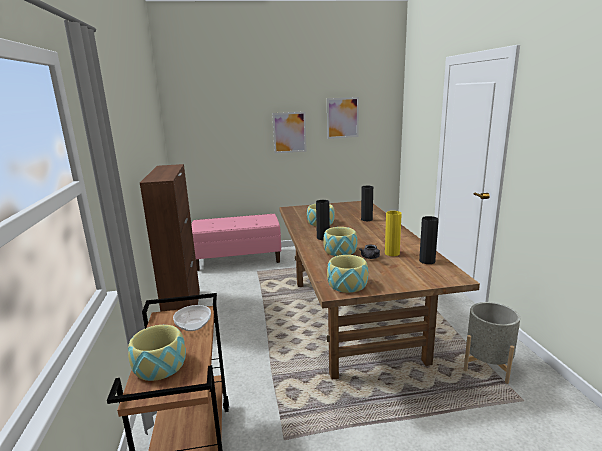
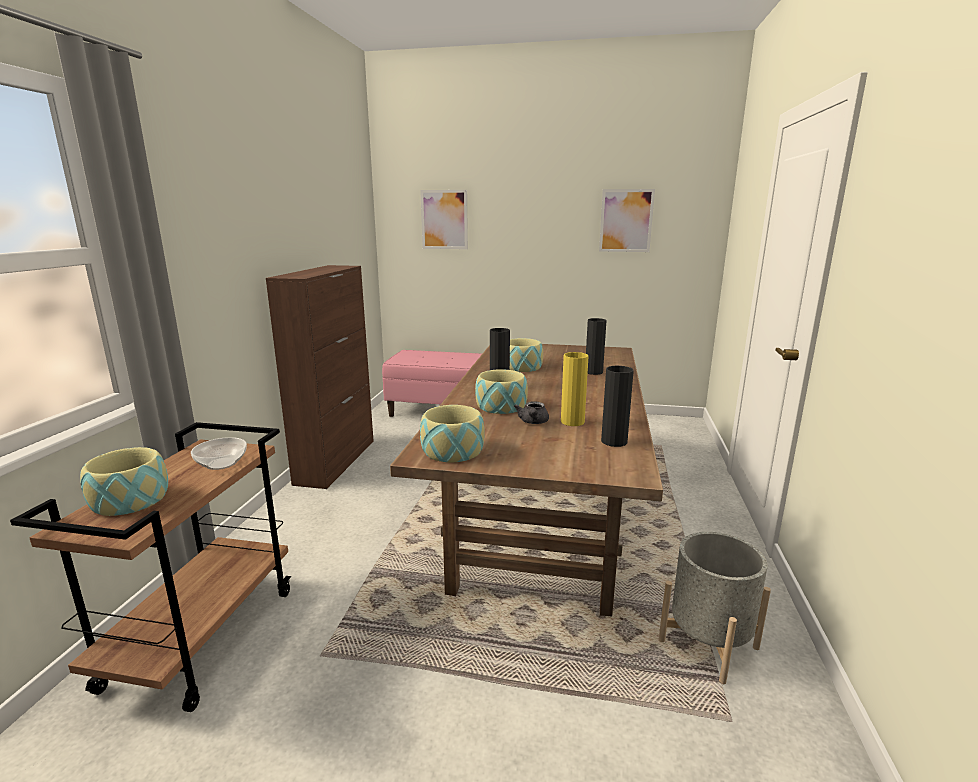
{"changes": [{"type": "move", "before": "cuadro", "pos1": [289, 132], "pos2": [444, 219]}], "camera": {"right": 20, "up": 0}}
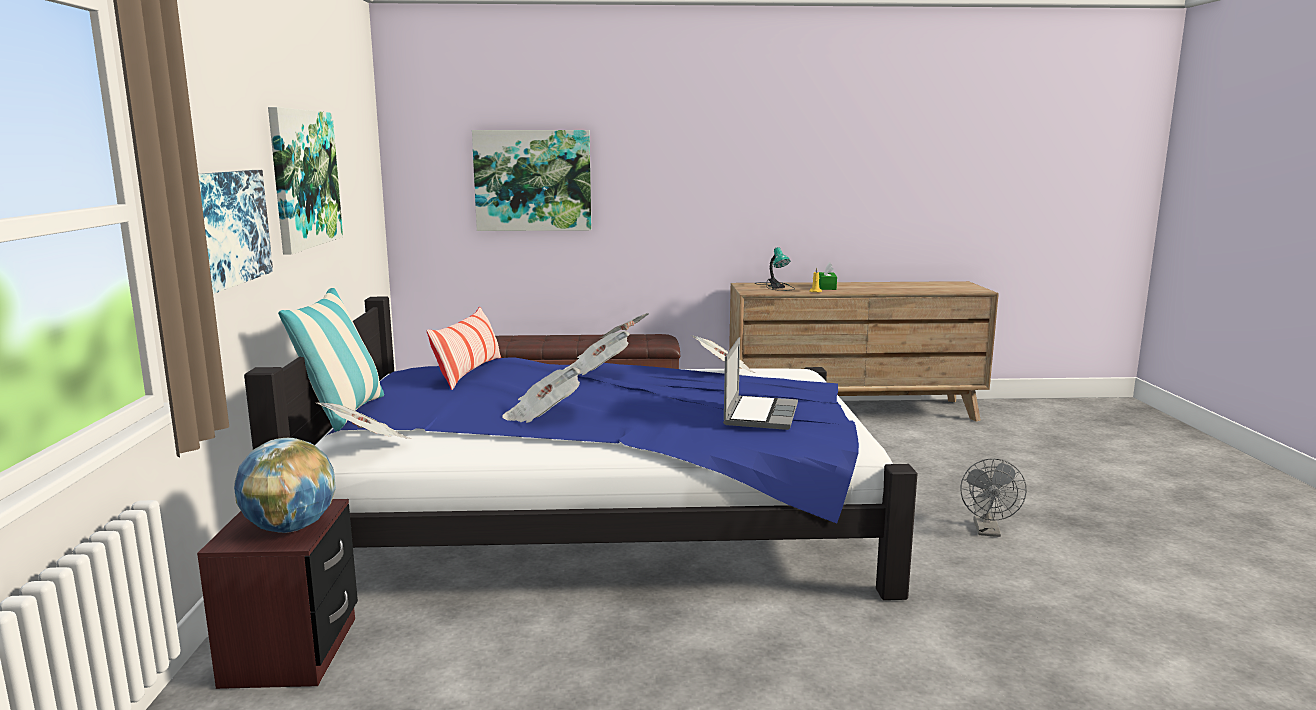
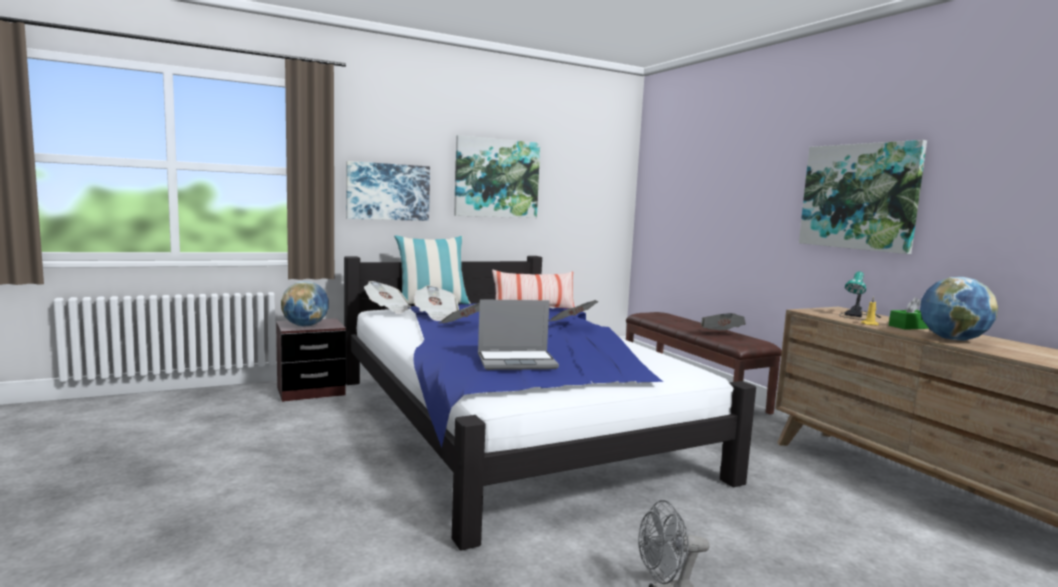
{"changes": [{"type": "move", "before": "cuadro", "pos1": [533, 180], "pos2": [859, 196]}, {"type": "move", "before": "periódico", "pos1": [723, 371], "pos2": [436, 316]}, {"type": "insert", "after": "globo terráqueo", "pos2": [952, 340]}], "camera": {"right": 65, "up": -5}}
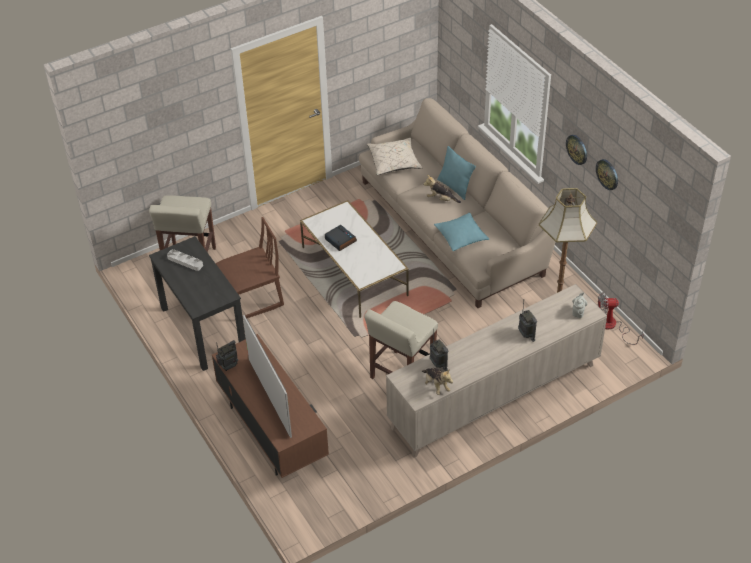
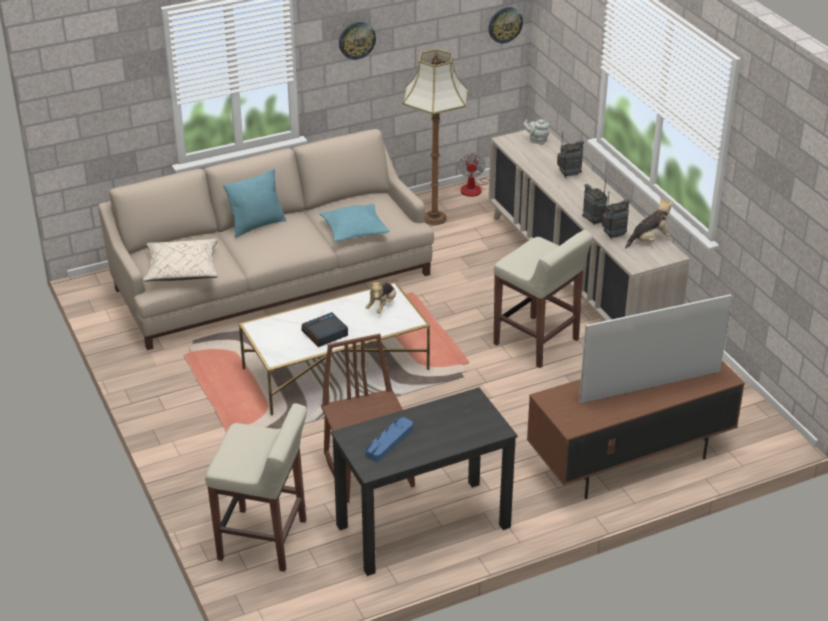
{"changes": [{"type": "recolor", "before": "bandeja (gris)", "after": "bandeja (azul)", "pos1": [185, 261], "pos2": [389, 442]}, {"type": "move", "before": "radio", "pos1": [229, 366], "pos2": [593, 221]}, {"type": "move", "before": "peluche", "pos1": [441, 199], "pos2": [382, 306]}, {"type": "move", "before": "reloj de pared", "pos1": [607, 174], "pos2": [505, 24]}], "camera": {"right": -85, "up": -10}}
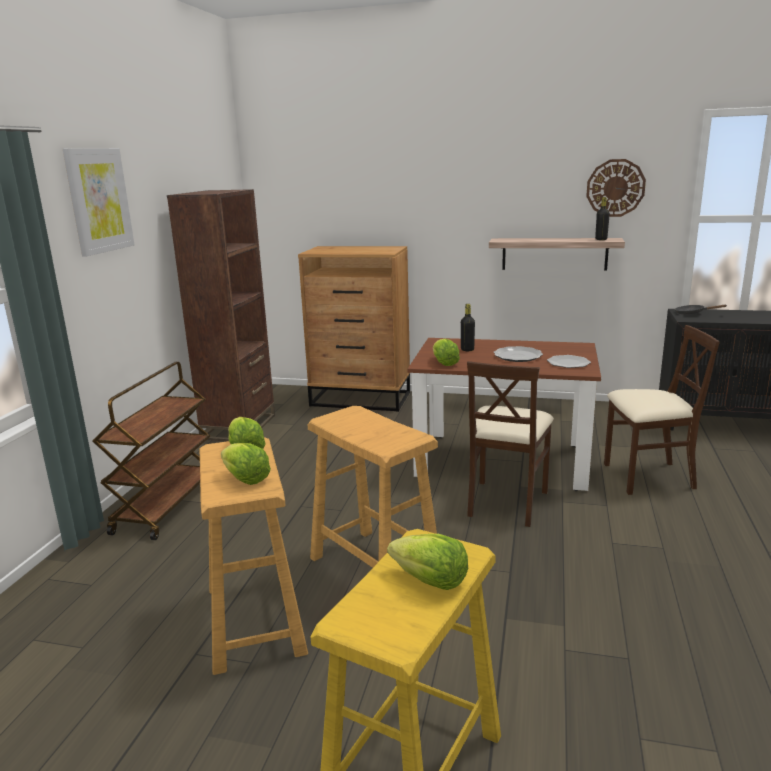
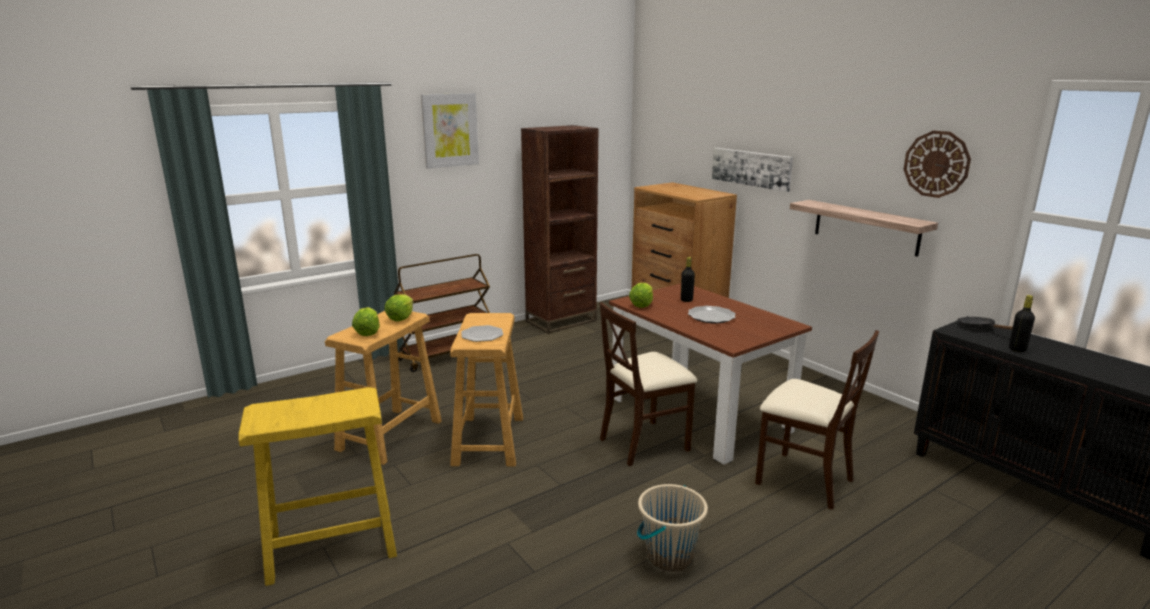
{"changes": [{"type": "delete", "before": "lechuga", "pos1": [430, 581]}, {"type": "move", "before": "plato", "pos1": [568, 363], "pos2": [482, 335]}, {"type": "move", "before": "botella (negro)", "pos1": [601, 239], "pos2": [1017, 349]}, {"type": "insert", "after": "cubo (beis)", "pos2": [669, 556]}, {"type": "insert", "after": "cuadro", "pos2": [751, 168]}], "camera": {"right": 40, "up": 0}}
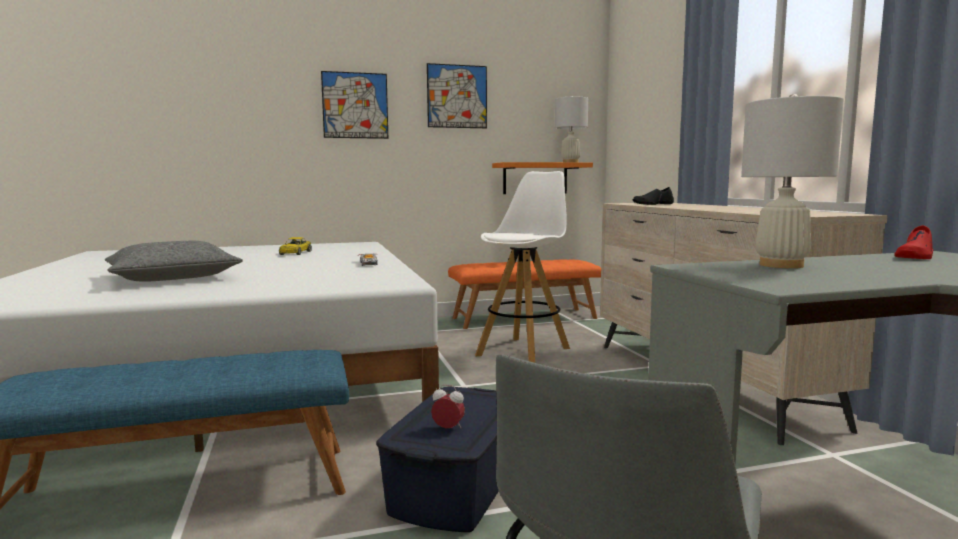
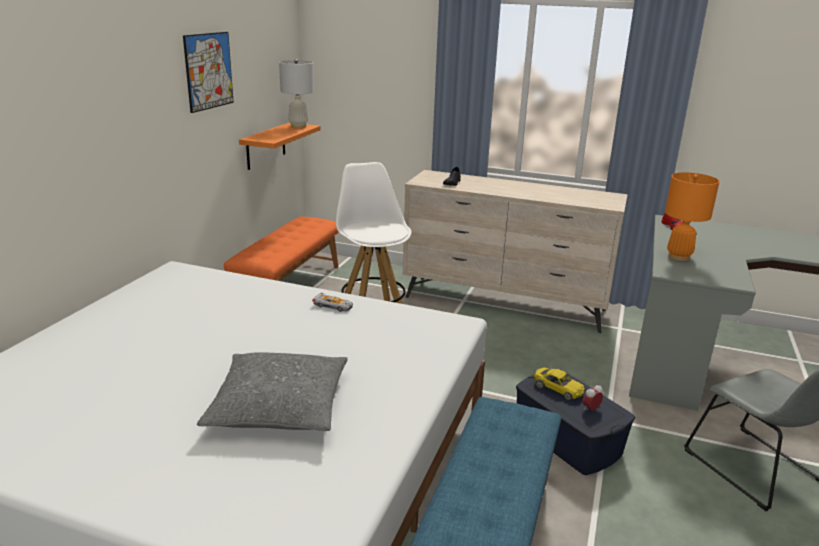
{"changes": [{"type": "move", "before": "coche de juguete (amarillo)", "pos1": [296, 253], "pos2": [558, 388]}, {"type": "delete", "before": "cuadro", "pos1": [355, 105]}, {"type": "recolor", "before": "lámpara de mesa (blanco)", "after": "lámpara de mesa (naranja)", "pos1": [781, 265], "pos2": [678, 257]}], "camera": {"right": -55, "up": 15}}
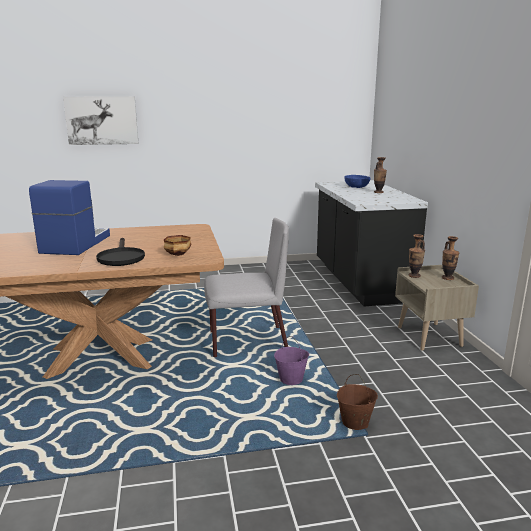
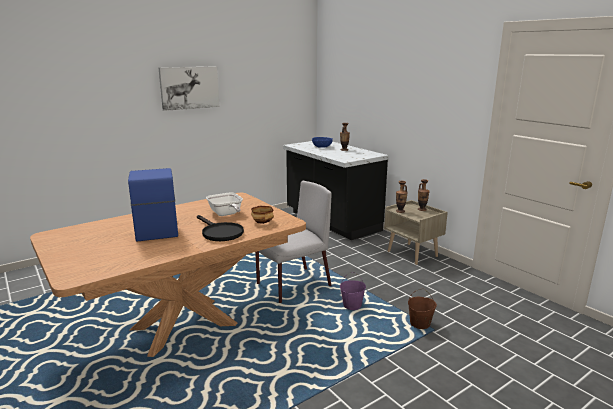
{"changes": [{"type": "move", "before": "cuadro", "pos1": [102, 120], "pos2": [189, 87]}, {"type": "insert", "after": "sartén", "pos2": [226, 214]}], "camera": {"right": -25, "up": 0}}
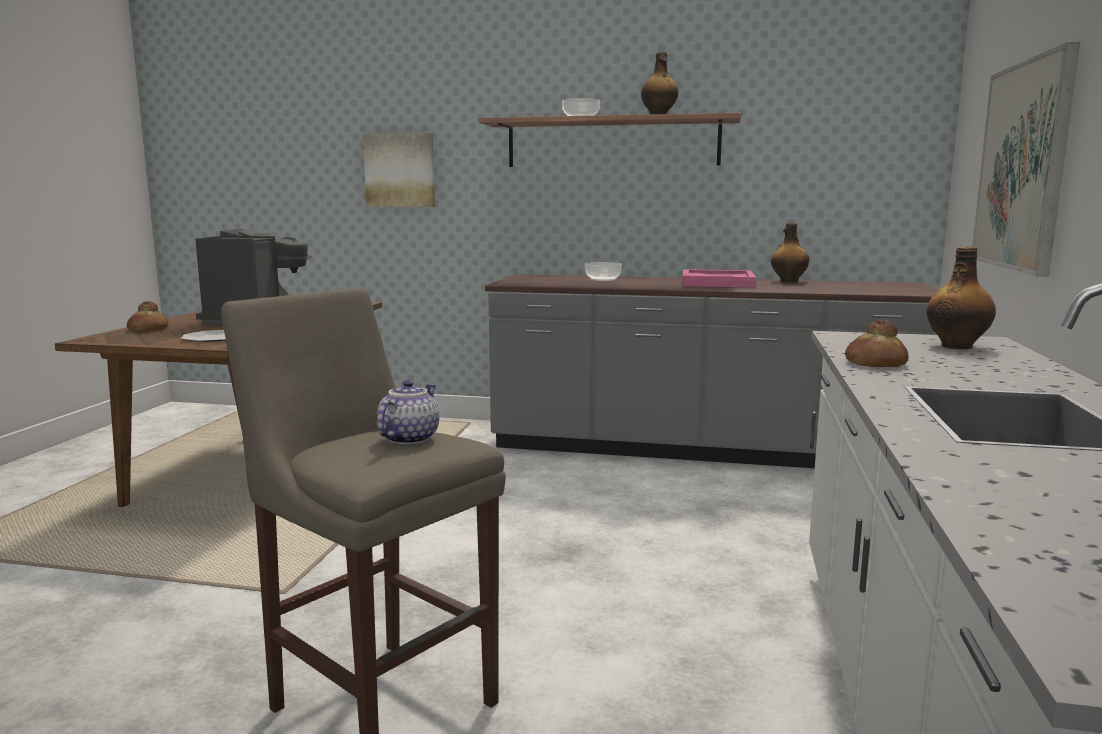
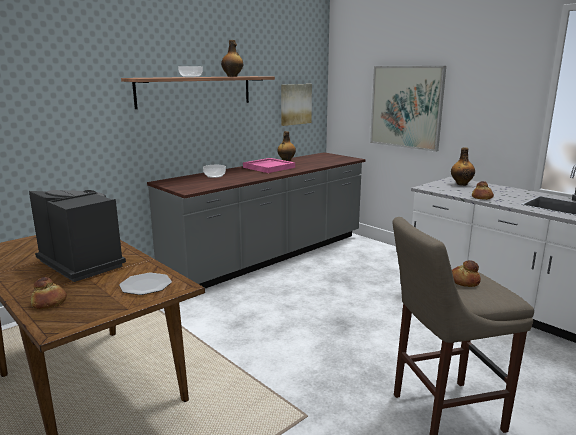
{"changes": [{"type": "move", "before": "cuadro", "pos1": [400, 170], "pos2": [295, 104]}, {"type": "replace", "before": "tetera", "after": "pan", "pos1": [408, 438], "pos2": [464, 281]}], "camera": {"right": -55, "up": 5}}
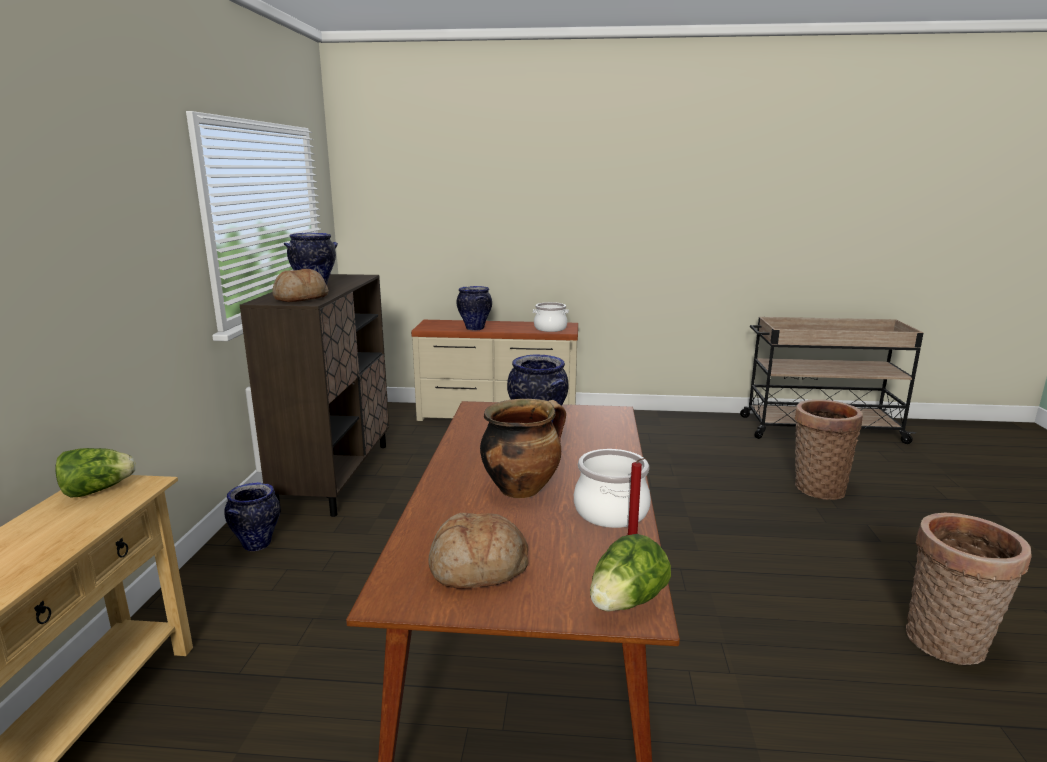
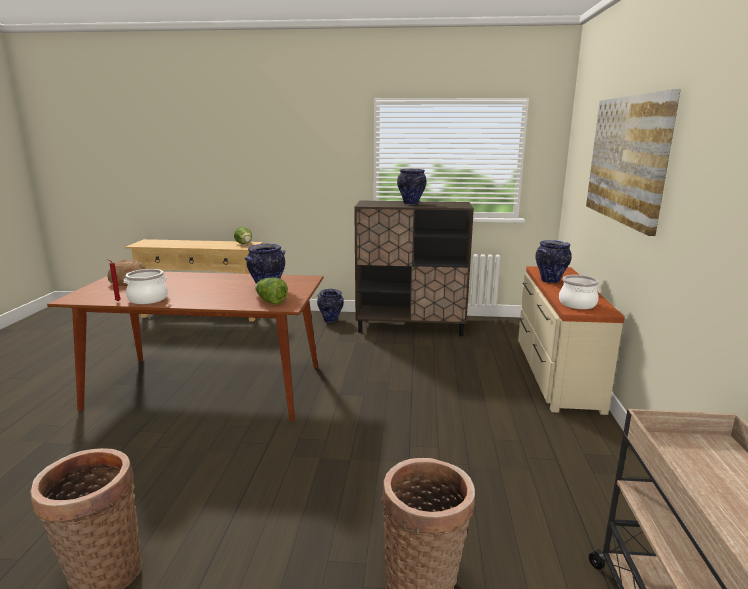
{"changes": [{"type": "delete", "before": "pan", "pos1": [301, 298]}, {"type": "delete", "before": "olla", "pos1": [522, 488]}, {"type": "move", "before": "lechuga", "pos1": [626, 603], "pos2": [271, 301]}, {"type": "insert", "after": "cuadro", "pos2": [627, 159]}], "camera": {"right": 90, "up": 0}}
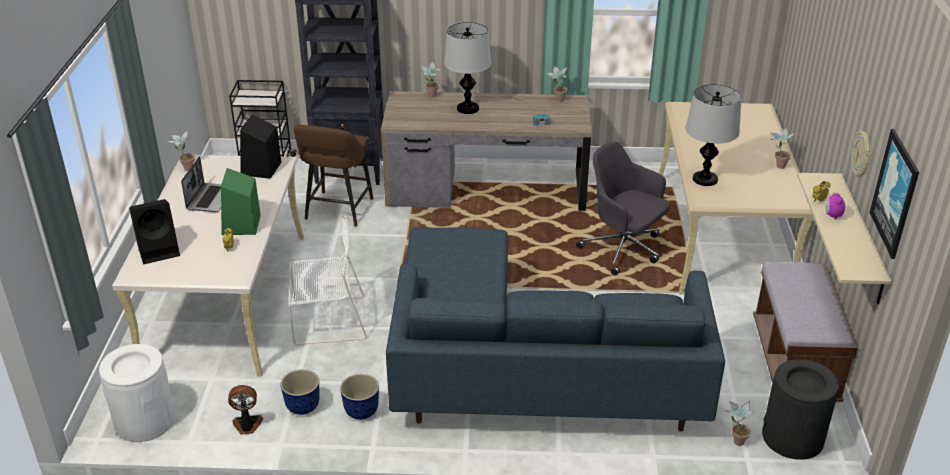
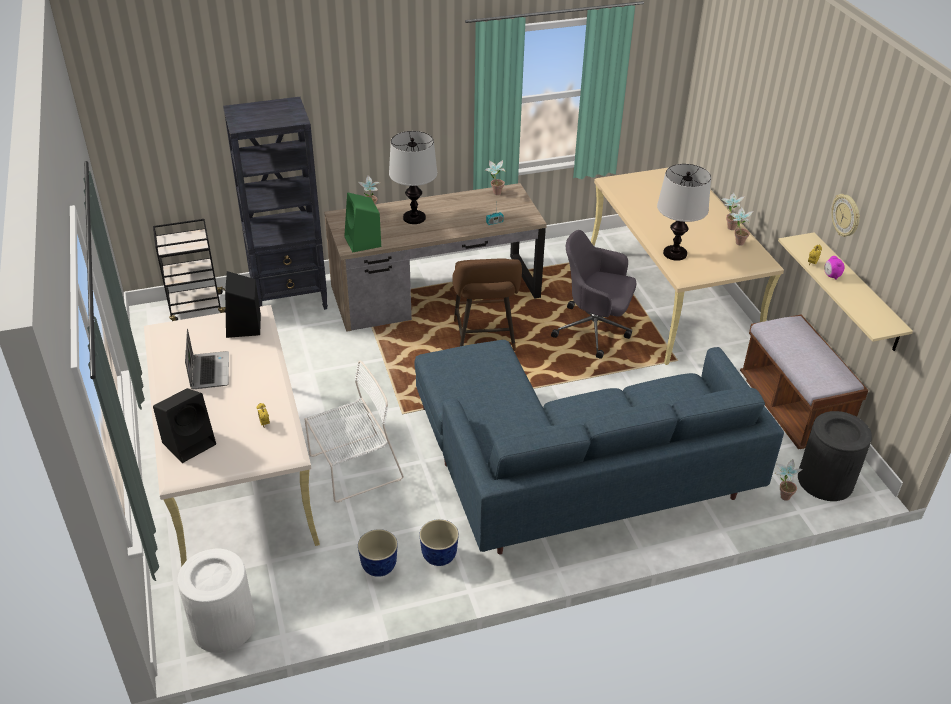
{"changes": [{"type": "move", "before": "planta en maceta", "pos1": [186, 168], "pos2": [736, 243]}, {"type": "move", "before": "altavoz (verde)", "pos1": [241, 226], "pos2": [363, 242]}, {"type": "delete", "before": "ventilador", "pos1": [247, 425]}, {"type": "move", "before": "taburete (marrón)", "pos1": [338, 211], "pos2": [485, 339]}, {"type": "delete", "before": "cuadro", "pos1": [895, 193]}], "camera": {"right": -20, "up": 5}}
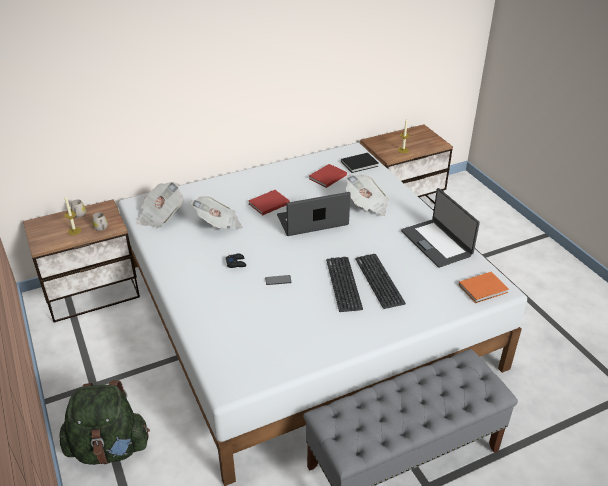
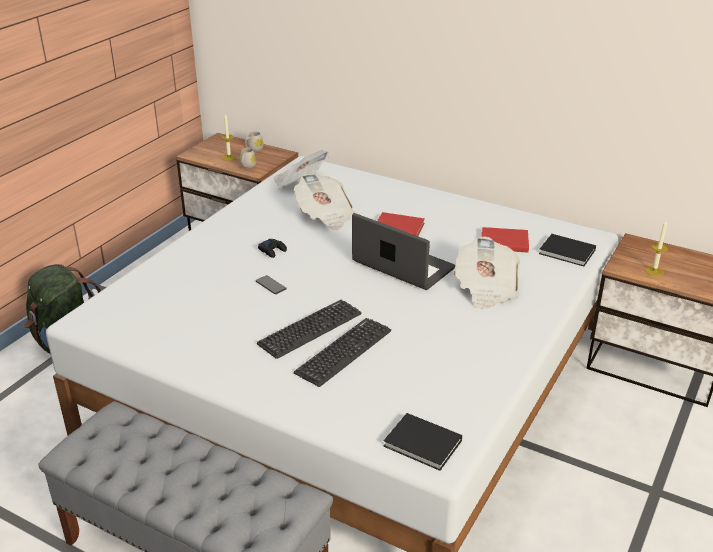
{"changes": [{"type": "delete", "before": "portátil", "pos1": [437, 243]}, {"type": "recolor", "before": "libro (naranja)", "after": "libro (negro)", "pos1": [484, 289], "pos2": [423, 445]}], "camera": {"right": 55, "up": -5}}
